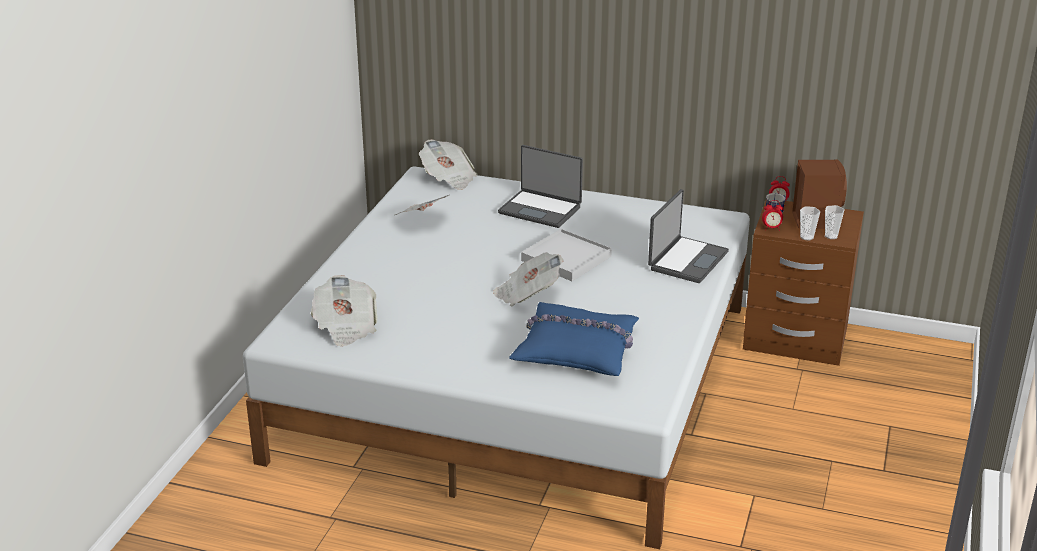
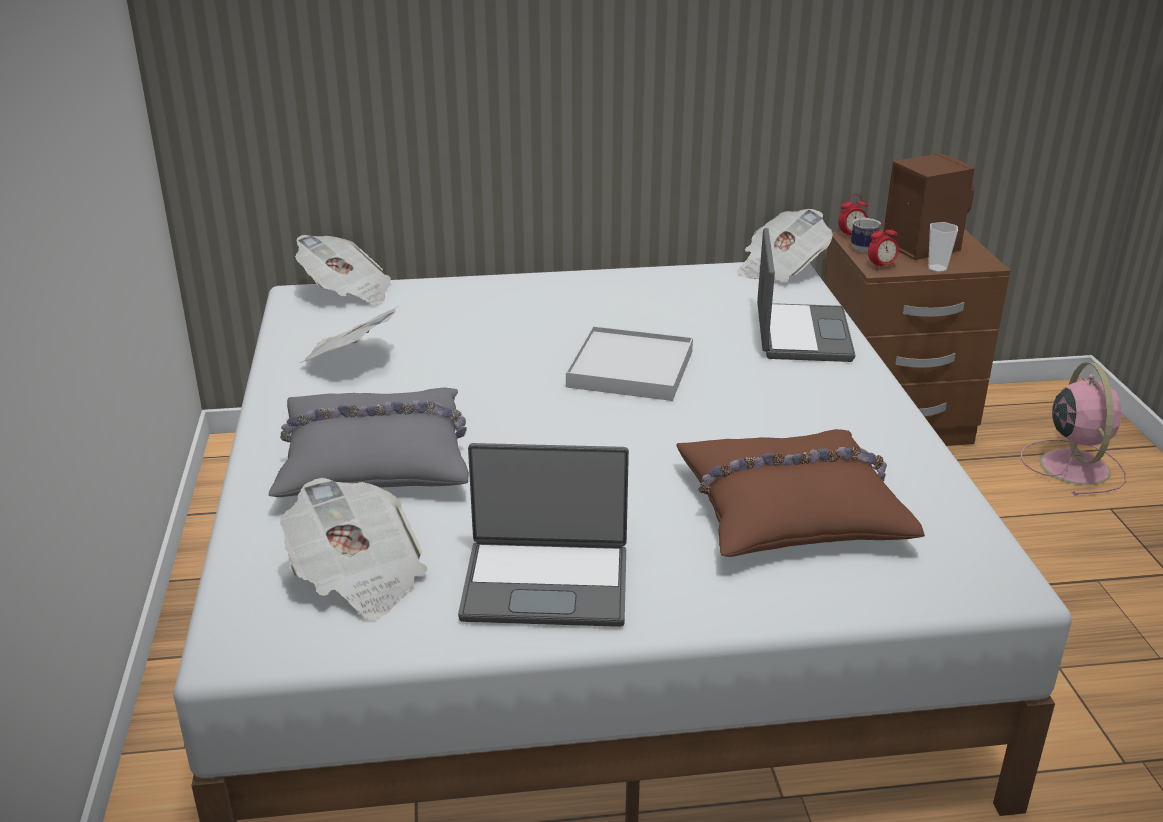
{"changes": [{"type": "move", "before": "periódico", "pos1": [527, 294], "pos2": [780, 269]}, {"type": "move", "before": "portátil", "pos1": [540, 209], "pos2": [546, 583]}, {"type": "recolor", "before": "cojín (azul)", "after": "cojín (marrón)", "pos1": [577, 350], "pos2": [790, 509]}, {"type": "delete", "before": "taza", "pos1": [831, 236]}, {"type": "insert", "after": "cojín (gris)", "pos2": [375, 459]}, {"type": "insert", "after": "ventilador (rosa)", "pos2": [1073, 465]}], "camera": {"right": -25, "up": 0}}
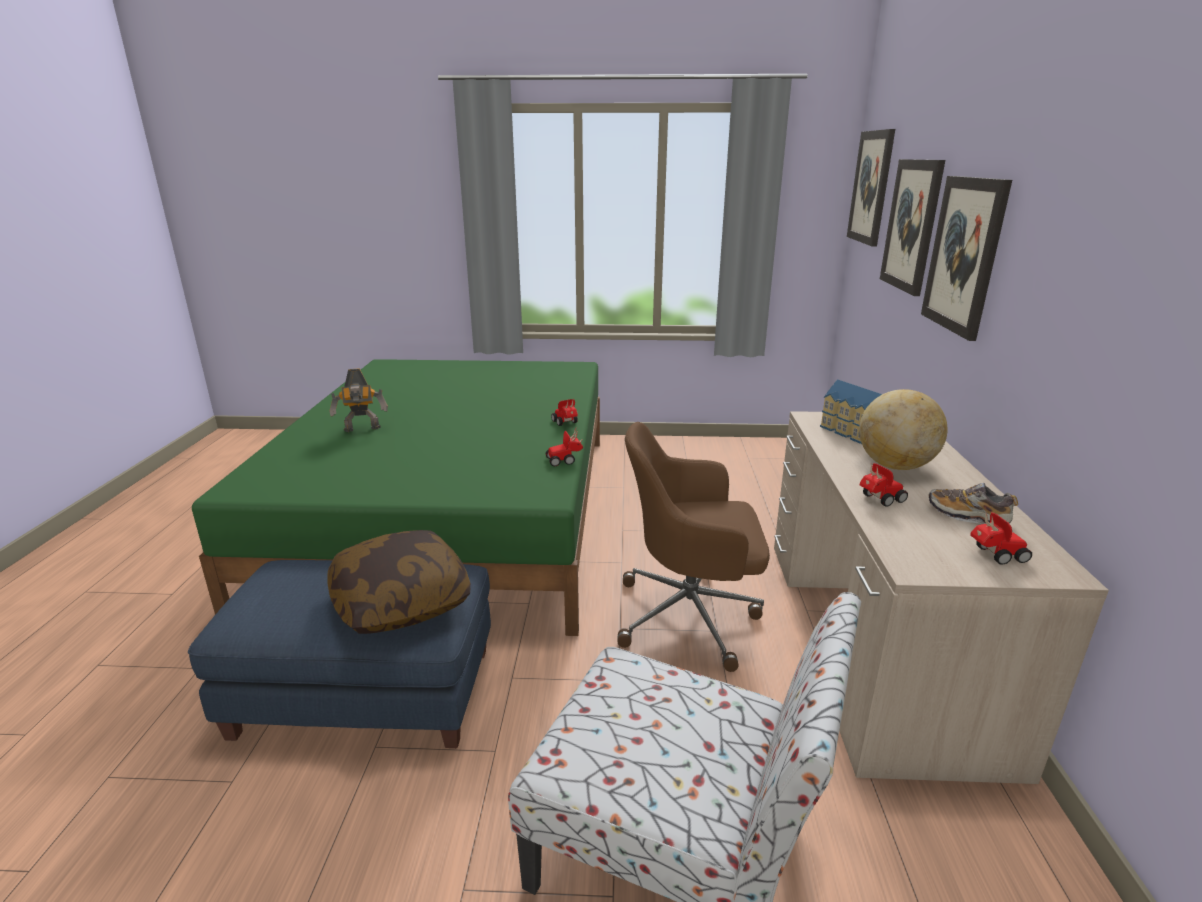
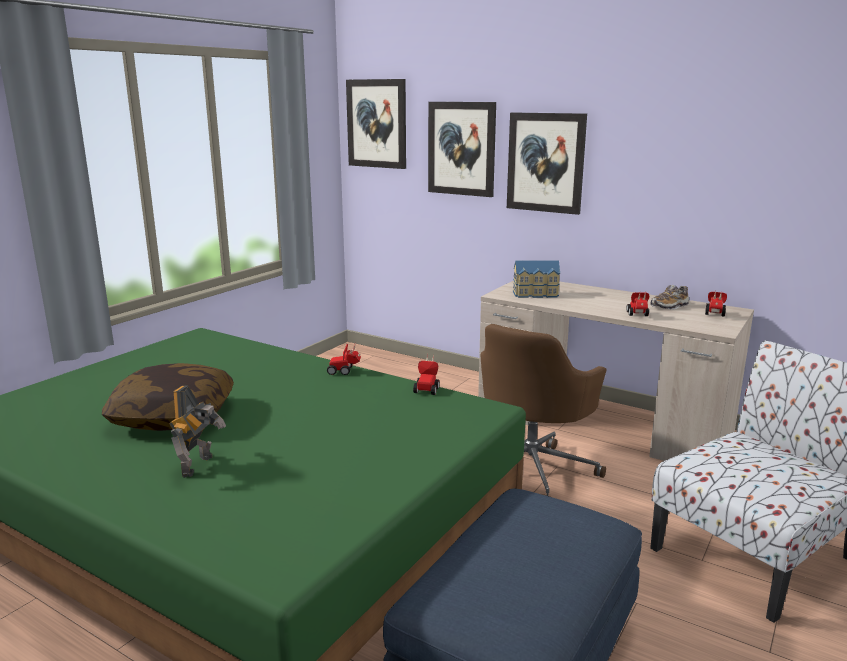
{"changes": [{"type": "move", "before": "cojín", "pos1": [401, 601], "pos2": [173, 416]}, {"type": "delete", "before": "globo terráqueo", "pos1": [895, 466]}], "camera": {"right": -60, "up": -5}}
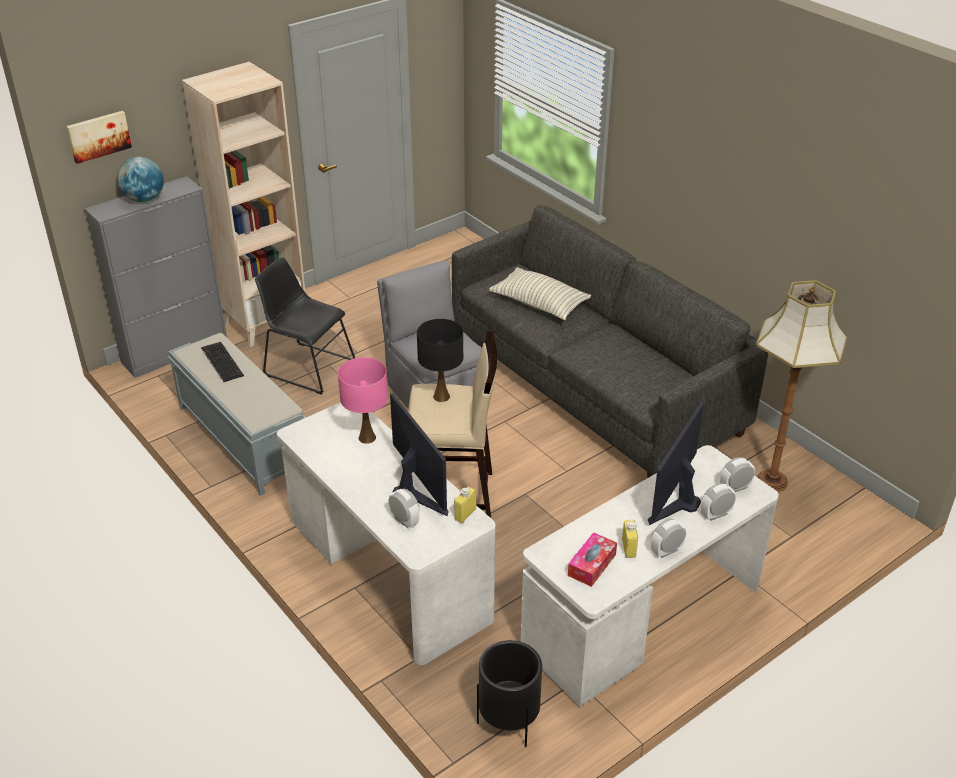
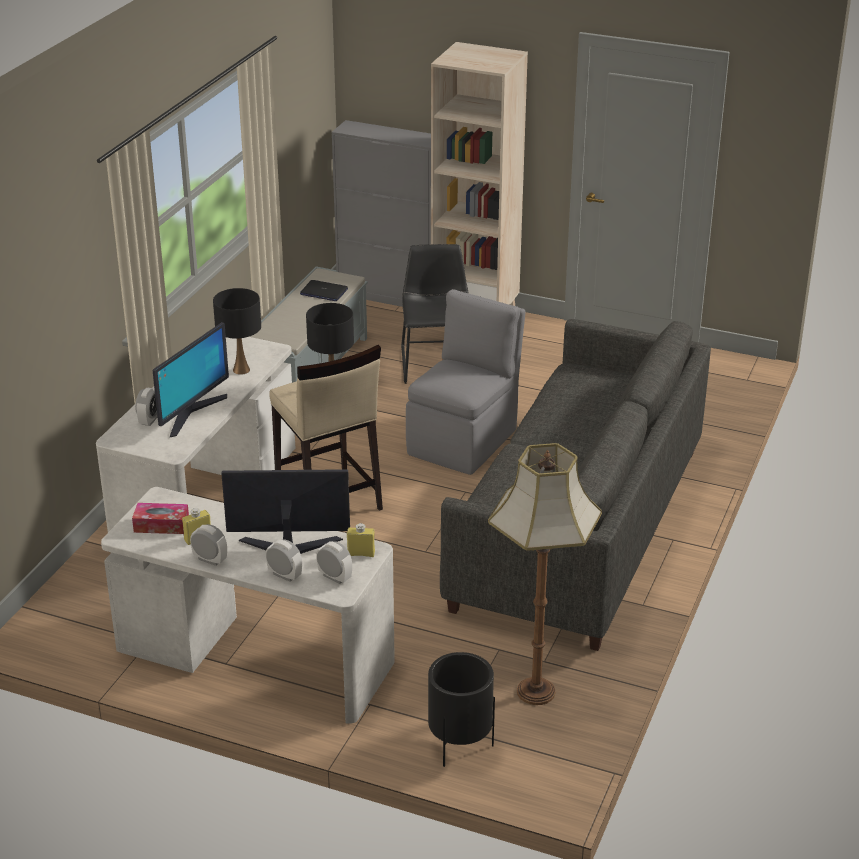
{"changes": [{"type": "delete", "before": "cuadro", "pos1": [98, 136]}, {"type": "delete", "before": "globo terráqueo", "pos1": [144, 199]}, {"type": "replace", "before": "teclado", "after": "portátil", "pos1": [221, 362], "pos2": [323, 292]}, {"type": "recolor", "before": "lámpara de mesa (rosa)", "after": "lámpara de mesa (negro)", "pos1": [367, 437], "pos2": [241, 370]}, {"type": "move", "before": "botella (amarillo)", "pos1": [465, 514], "pos2": [361, 554]}, {"type": "move", "before": "maceta (negro)", "pos1": [509, 723], "pos2": [459, 746]}, {"type": "delete", "before": "cojín", "pos1": [539, 304]}], "camera": {"right": 60, "up": -5}}
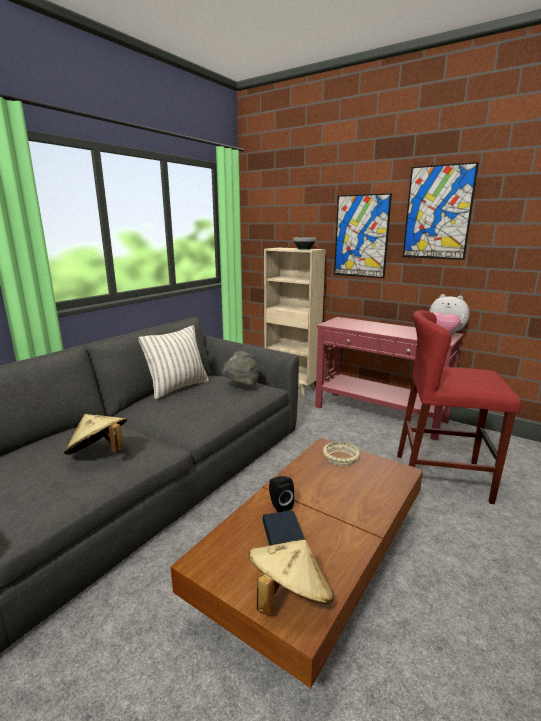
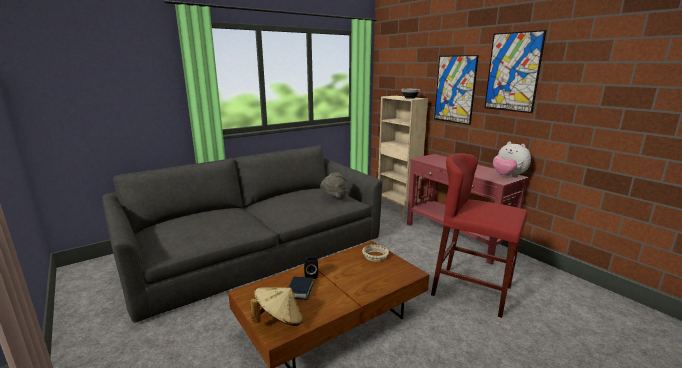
{"changes": [{"type": "delete", "before": "sombrero (beis)", "pos1": [99, 454]}, {"type": "delete", "before": "cojín", "pos1": [178, 388]}], "camera": {"right": 20, "up": 0}}
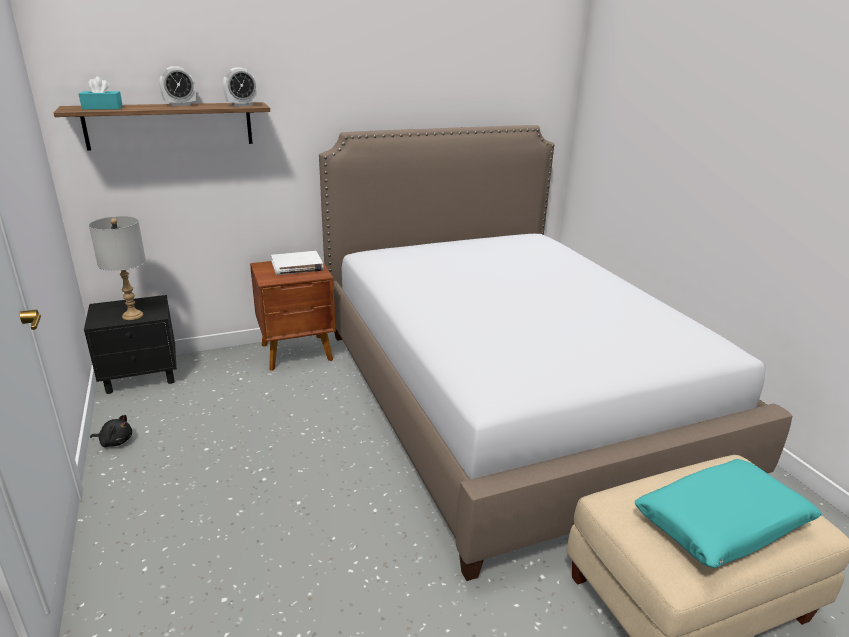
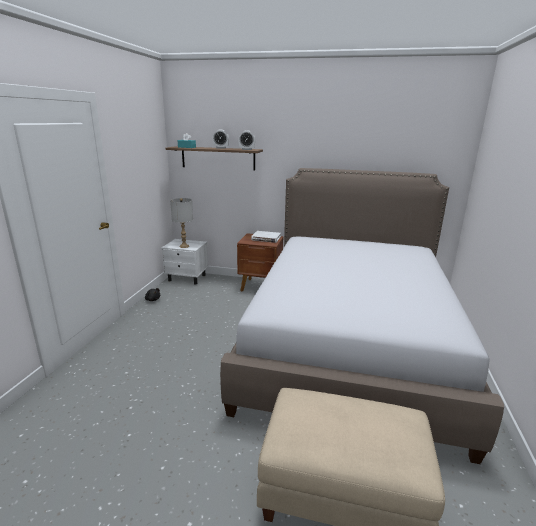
{"changes": [{"type": "recolor", "before": "mesita de noche (negro)", "after": "mesita de noche (blanco)", "pos1": [142, 376], "pos2": [187, 278]}, {"type": "delete", "before": "cojín (turquesa)", "pos1": [722, 523]}], "camera": {"right": 35, "up": -5}}
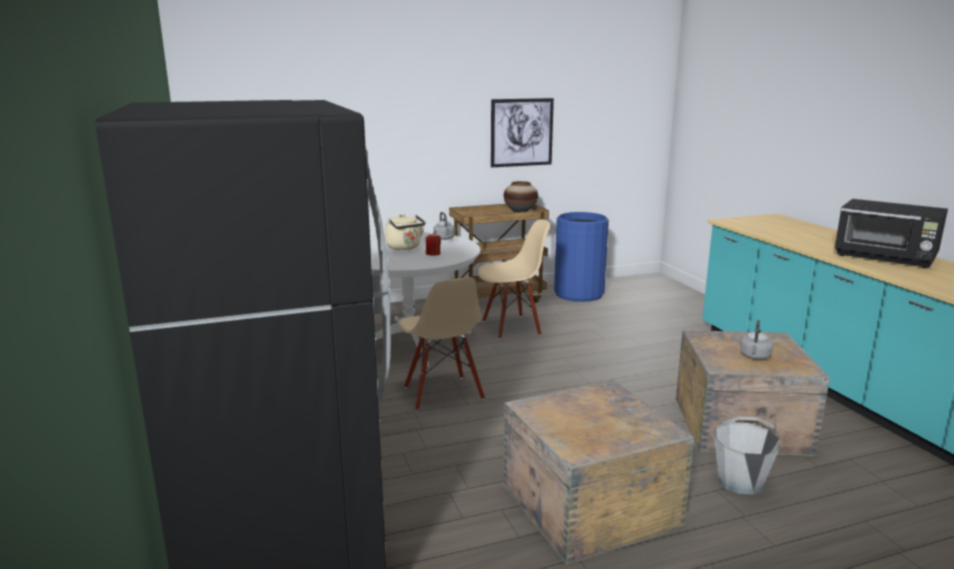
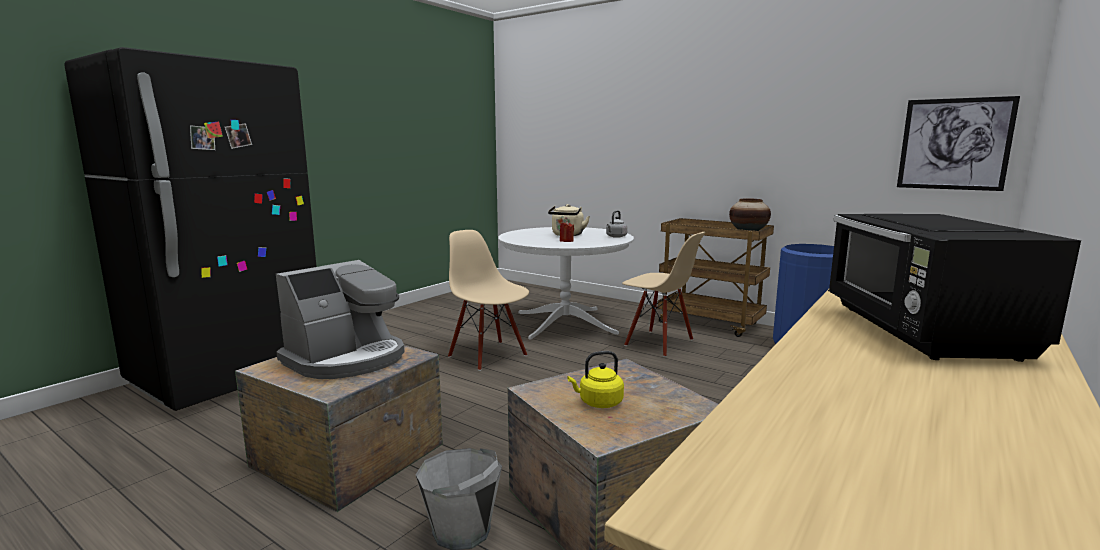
{"changes": [{"type": "rotate", "before": "silla (beis)", "pos1": [442, 393], "pos2": [488, 355], "turn": 105}, {"type": "move", "before": "cuadro", "pos1": [521, 132], "pos2": [954, 144]}, {"type": "recolor", "before": "hervidor (gris)", "after": "hervidor (amarillo)", "pos1": [754, 357], "pos2": [598, 403]}, {"type": "insert", "after": "cafetera", "pos2": [347, 359]}], "camera": {"right": 55, "up": -5}}
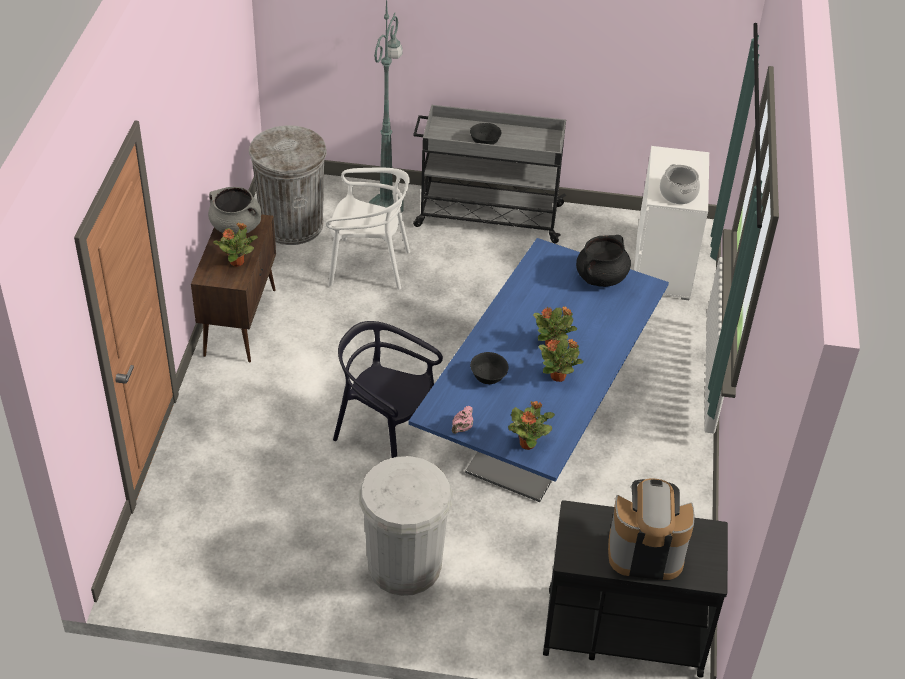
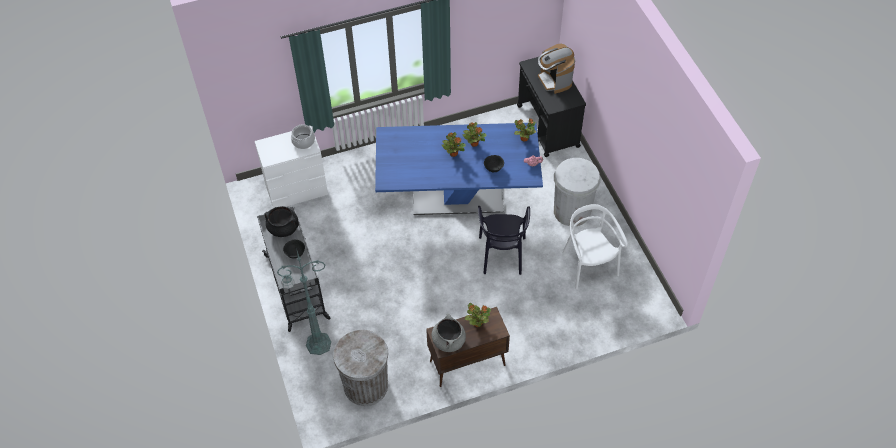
{"changes": [{"type": "move", "before": "silla (blanco)", "pos1": [368, 266], "pos2": [588, 265]}, {"type": "move", "before": "olla (negro)", "pos1": [601, 277], "pos2": [283, 228]}], "camera": {"right": -115, "up": 10}}
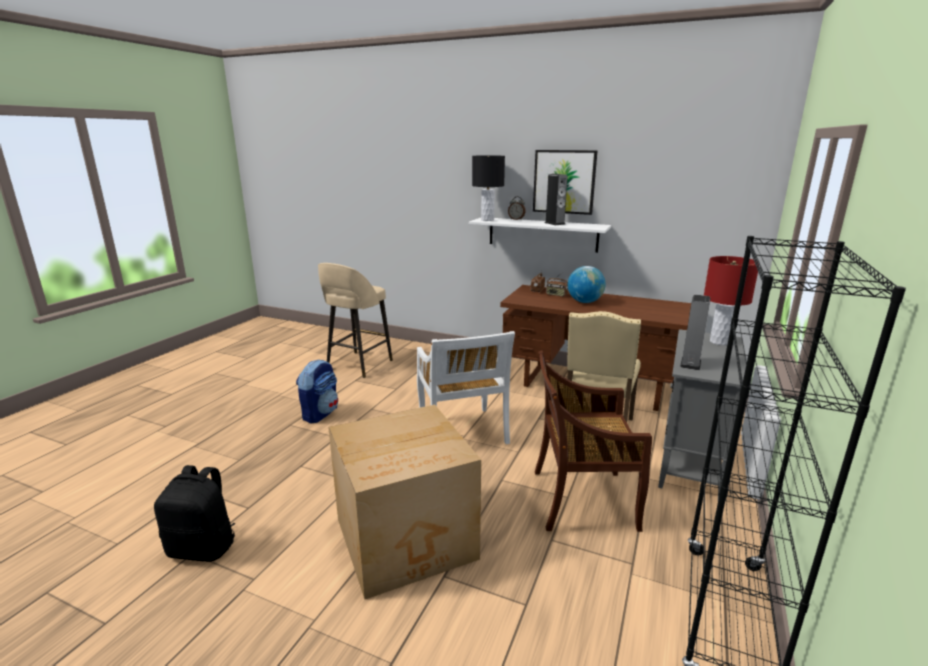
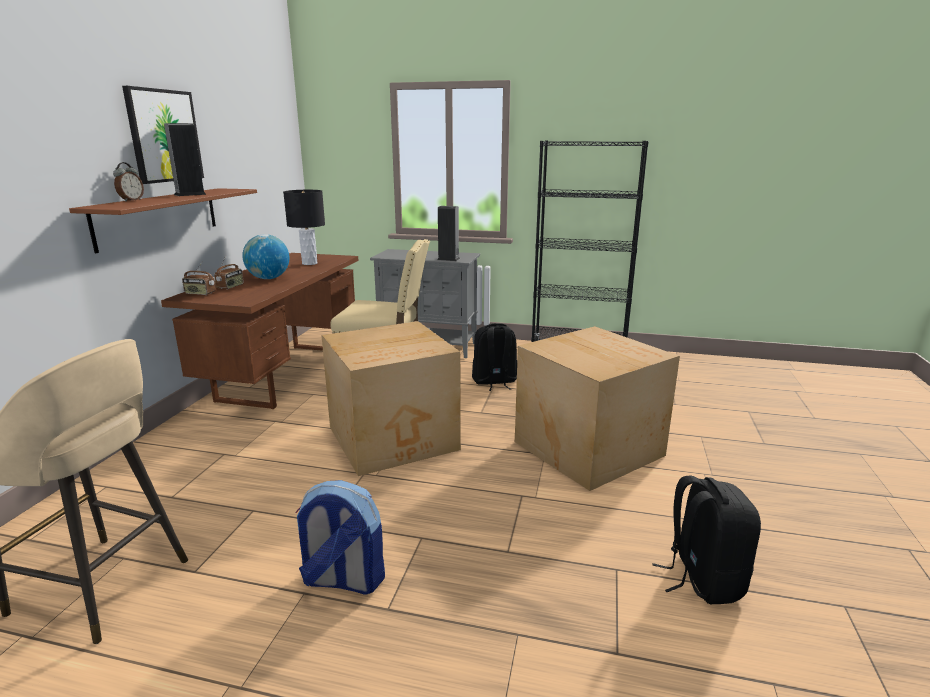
{"changes": [{"type": "replace", "before": "silla (blanco)", "after": "caja de cartón", "pos1": [463, 432], "pos2": [395, 438]}, {"type": "recolor", "before": "estante (blanco)", "after": "estante (marrón)", "pos1": [542, 234], "pos2": [158, 217]}, {"type": "move", "before": "lámpara de mesa (negro)", "pos1": [487, 220], "pos2": [309, 263]}, {"type": "replace", "before": "silla (marrón)", "after": "mochila (negro)", "pos1": [581, 499], "pos2": [494, 382]}, {"type": "delete", "before": "lámpara de mesa (rojo)", "pos1": [719, 342]}], "camera": {"right": -100, "up": 0}}
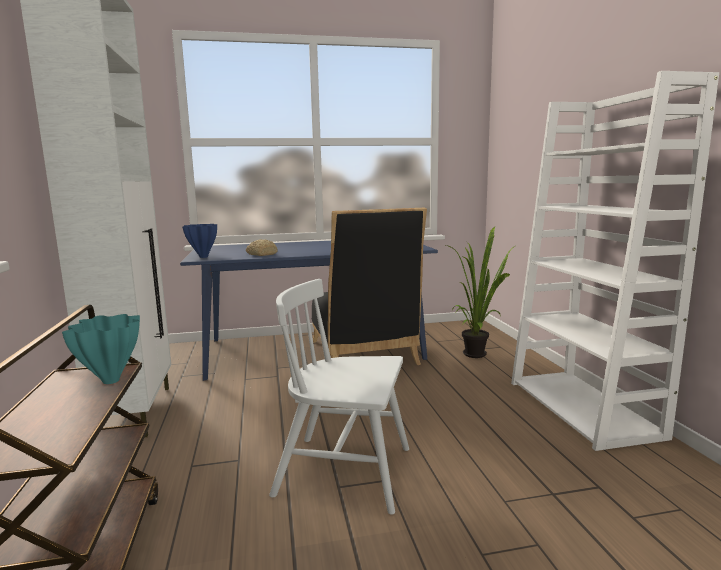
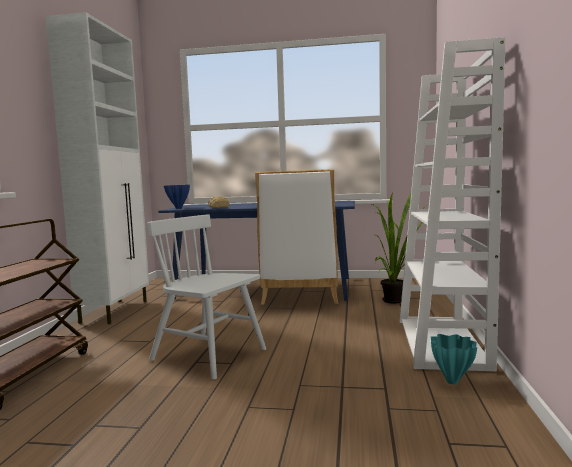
{"changes": [{"type": "move", "before": "florero (turquesa)", "pos1": [112, 380], "pos2": [452, 381]}, {"type": "recolor", "before": "silla (negro)", "after": "silla (blanco)", "pos1": [364, 355], "pos2": [300, 294]}], "camera": {"right": 20, "up": -5}}
